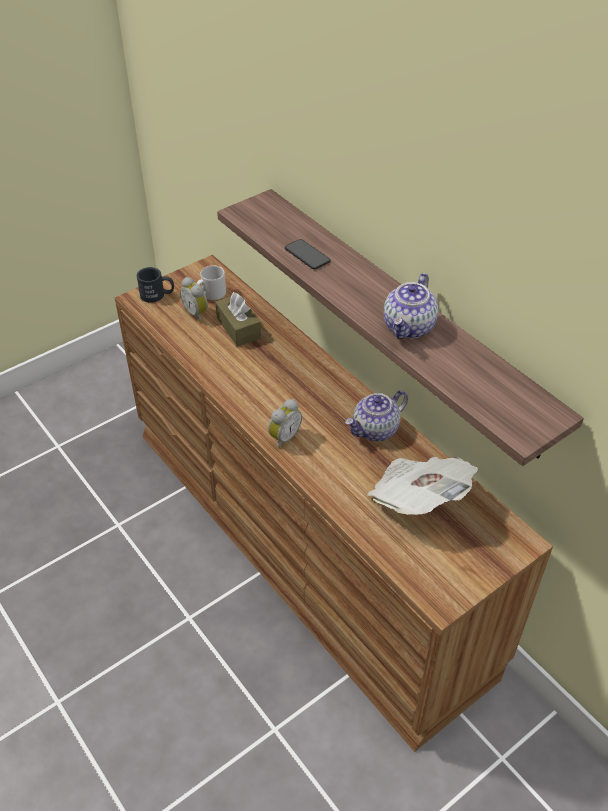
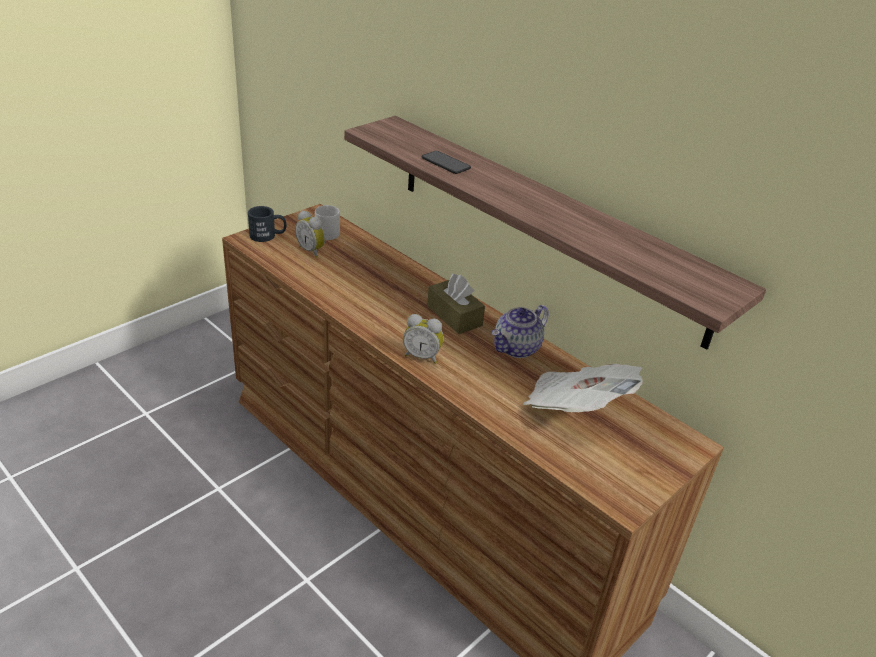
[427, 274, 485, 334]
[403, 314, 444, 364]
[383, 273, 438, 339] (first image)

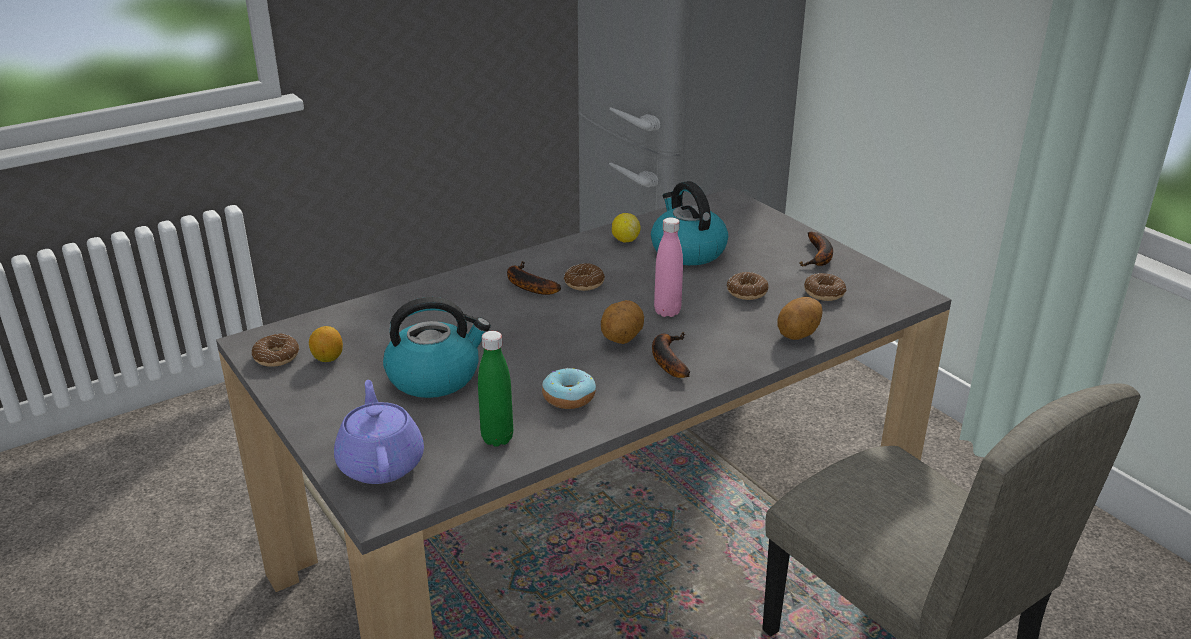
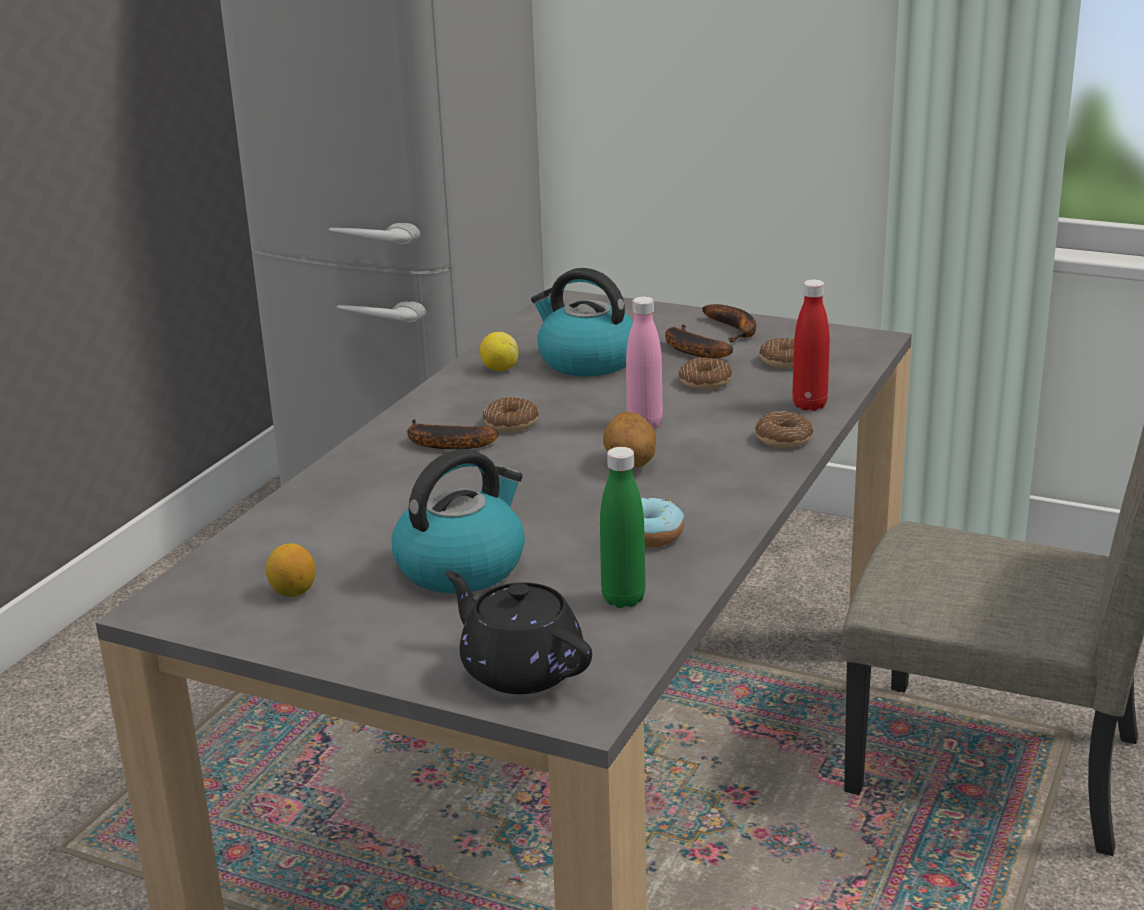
[755, 411, 814, 448]
[445, 571, 592, 694]
[665, 324, 733, 359]
[792, 279, 830, 411]

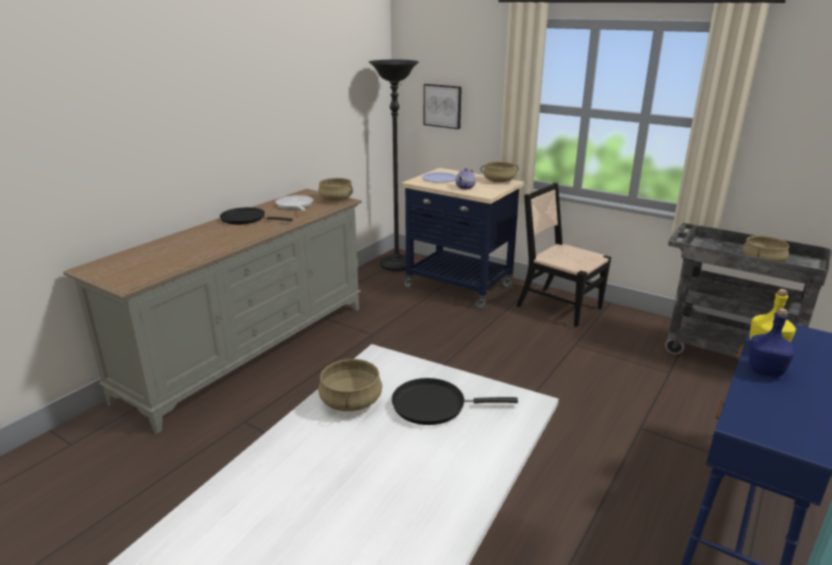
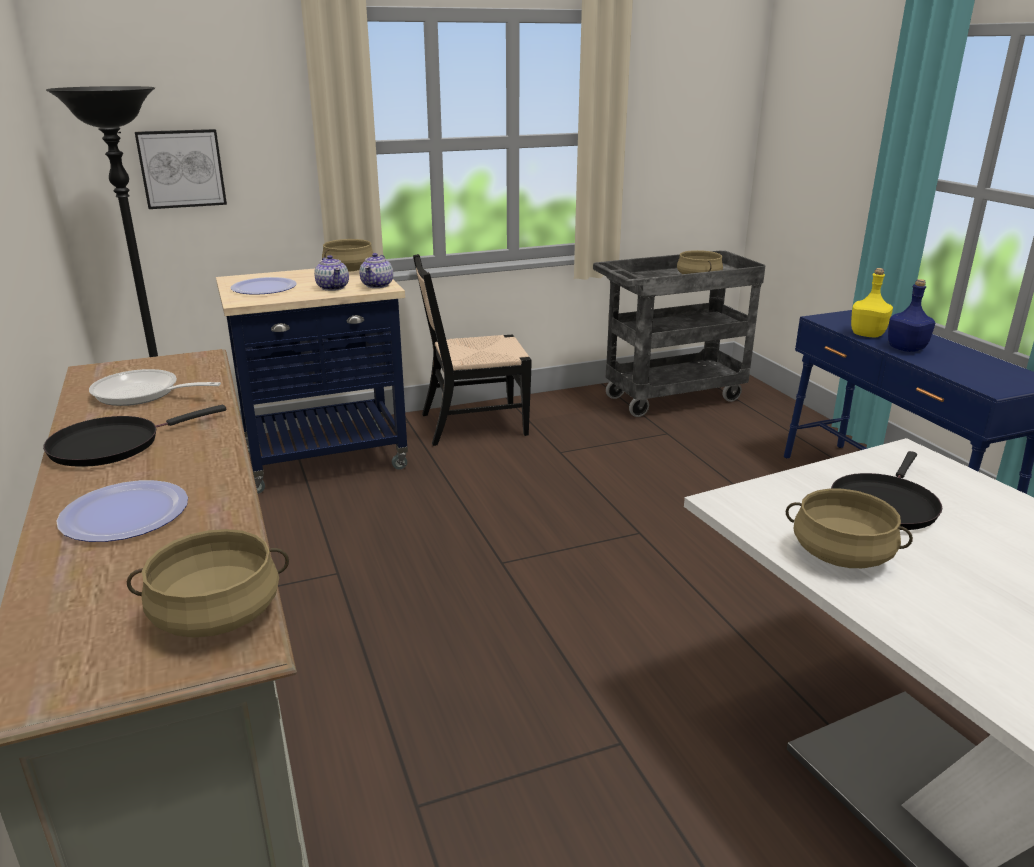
[127, 529, 289, 638]
[56, 480, 188, 542]
[359, 253, 393, 288]

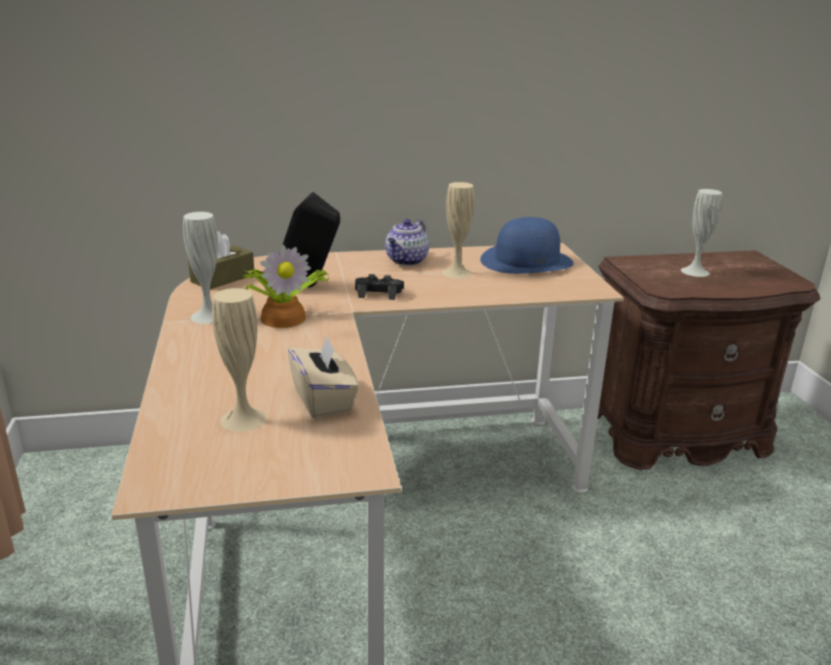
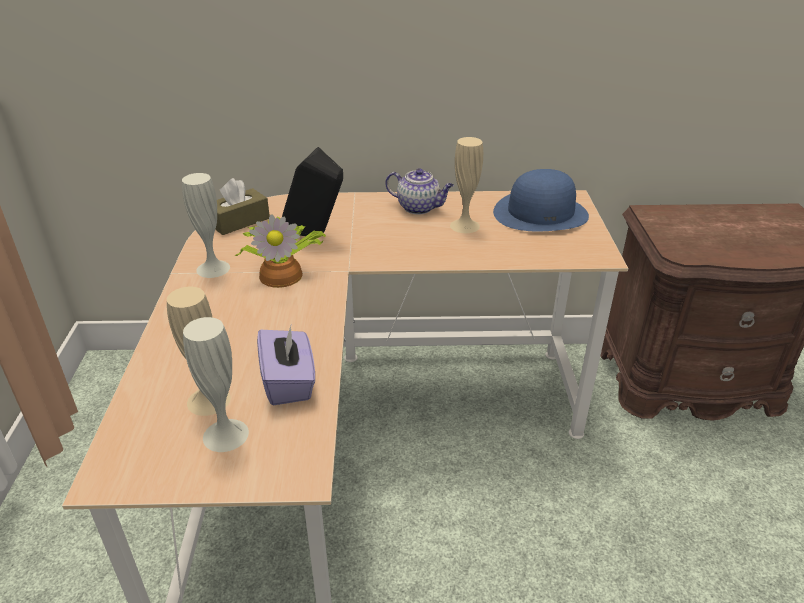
[257, 323, 315, 405]
[355, 274, 404, 300] (first image)
[385, 168, 454, 215]
[183, 317, 249, 452]

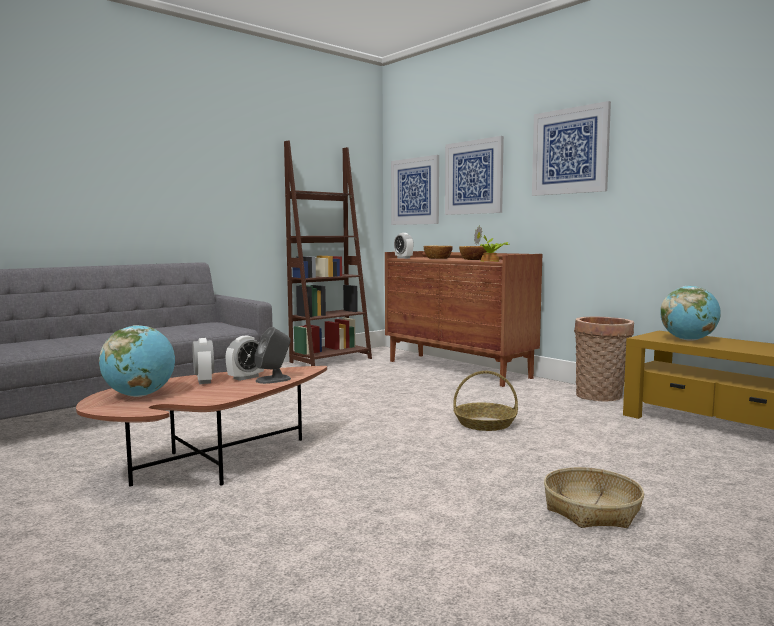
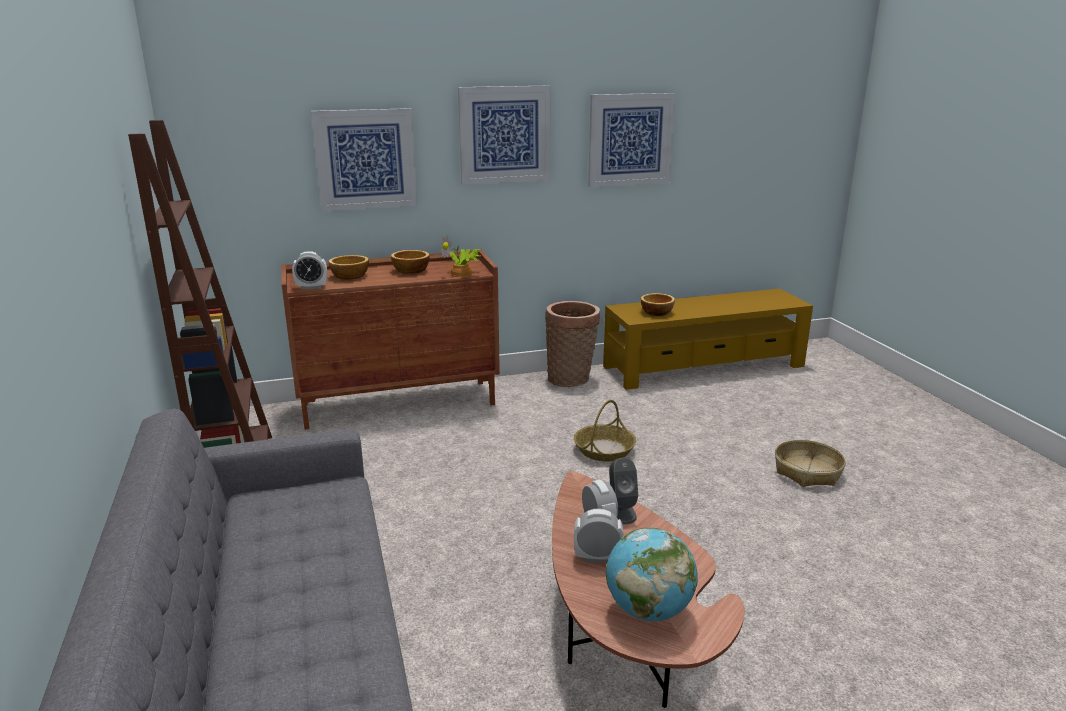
[588, 93, 676, 187]
[641, 293, 675, 316]

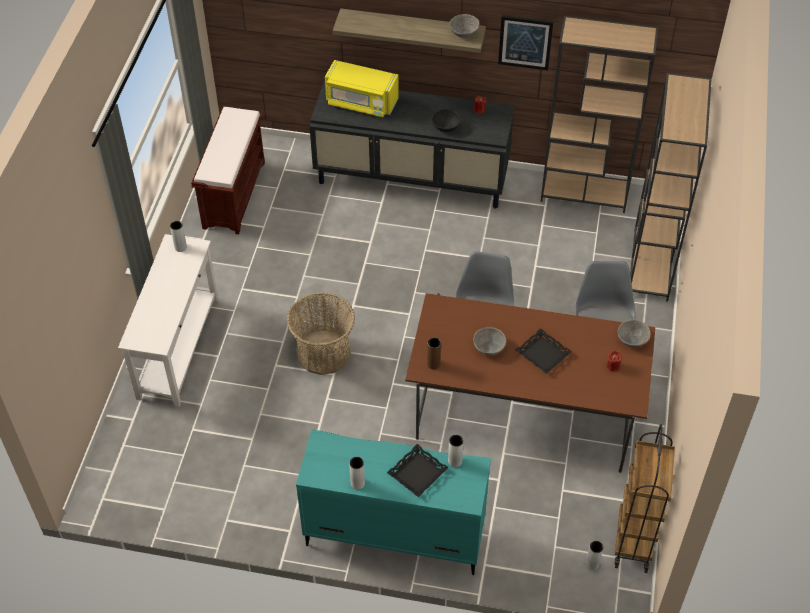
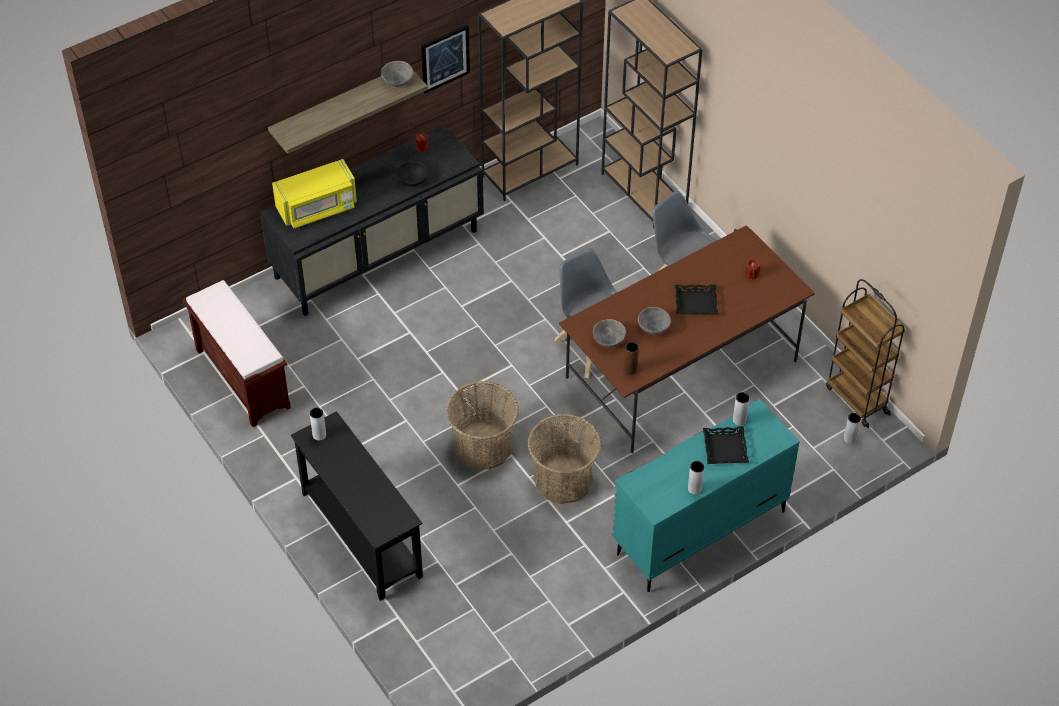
[291, 411, 423, 601]
[593, 319, 626, 348]
[528, 414, 601, 504]

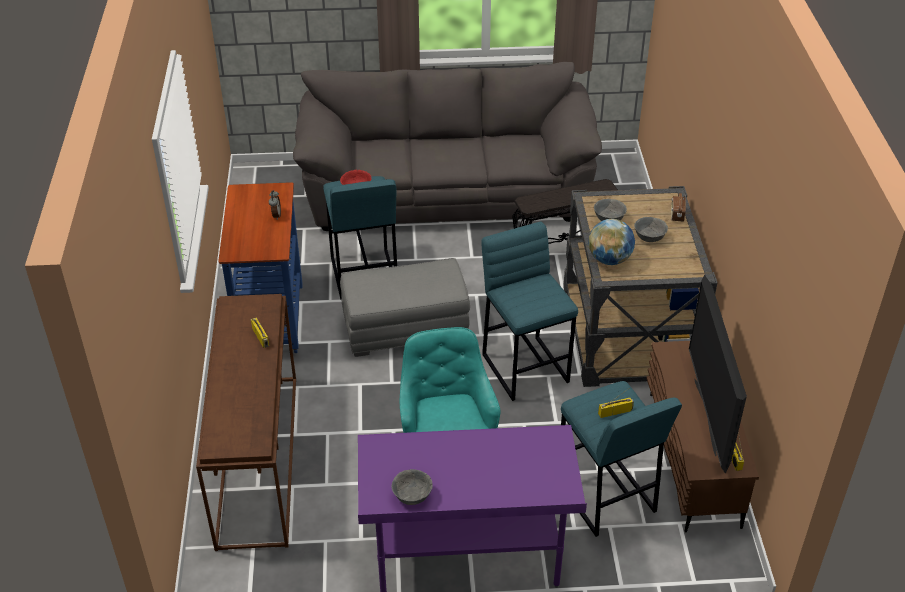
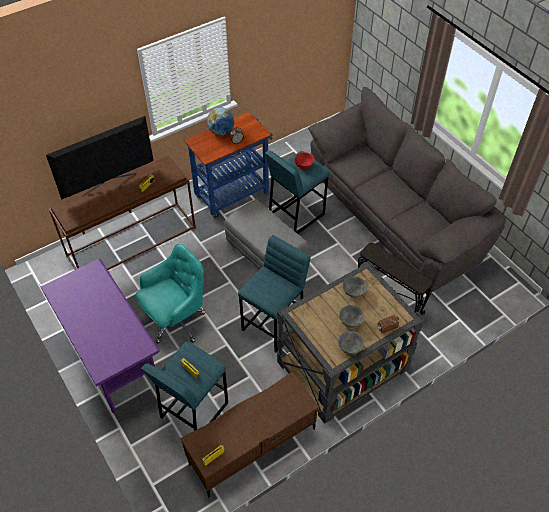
[338, 331, 364, 354]
[207, 107, 234, 135]
[46, 116, 154, 200]

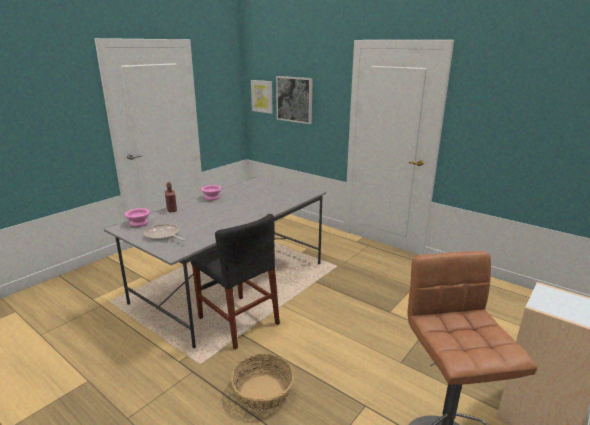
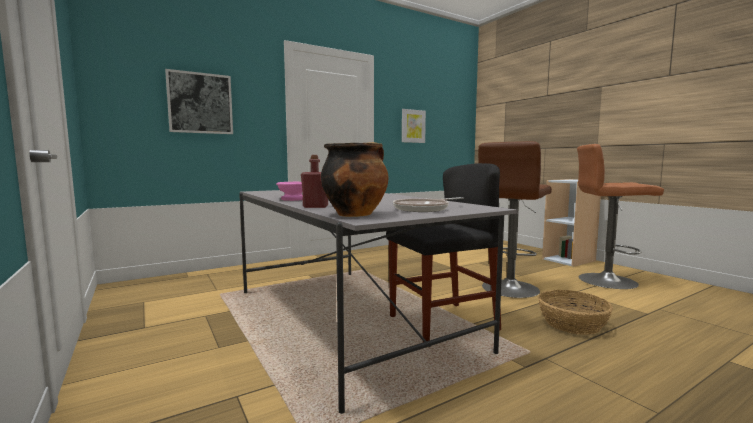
[321, 142, 388, 217]
[402, 109, 426, 143]
[478, 141, 552, 298]

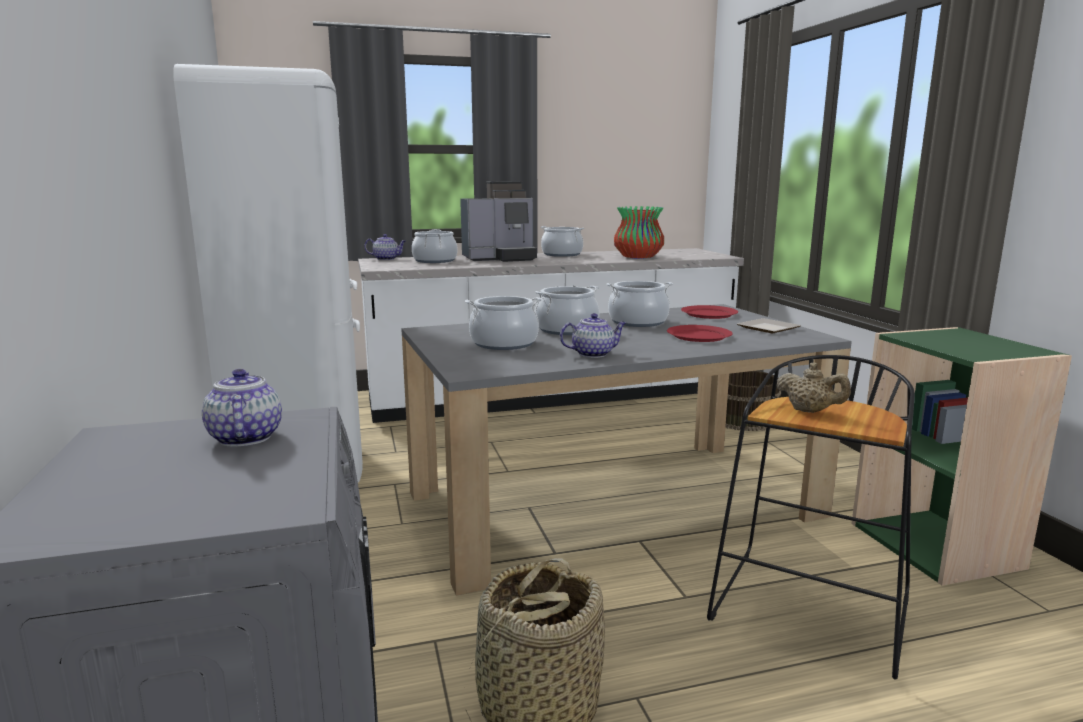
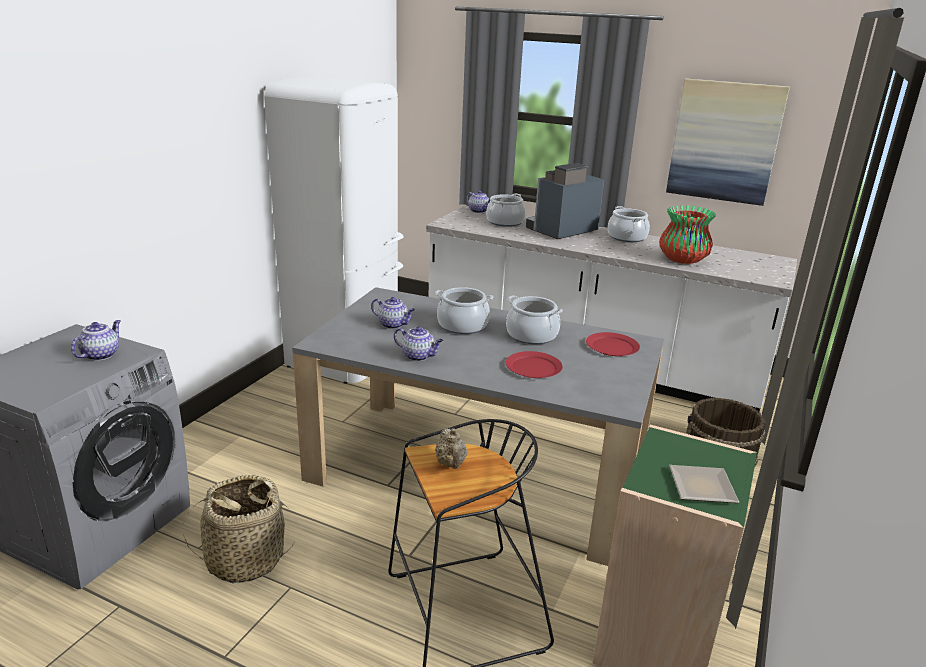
[526, 163, 604, 239]
[371, 297, 415, 329]
[669, 465, 739, 503]
[666, 79, 790, 206]

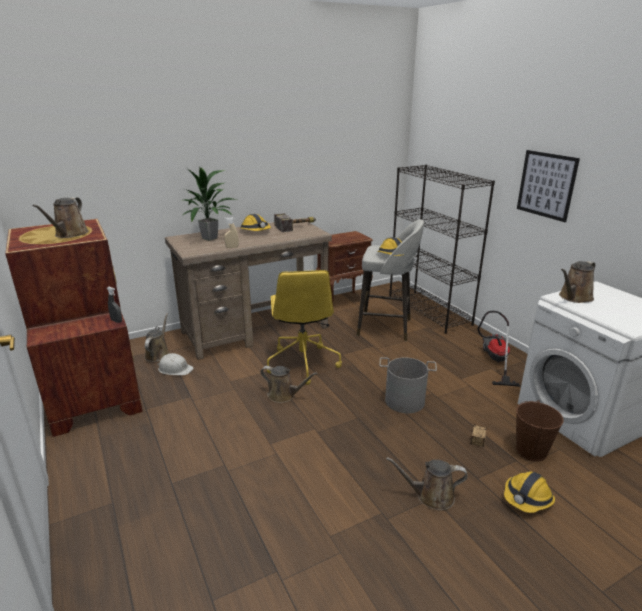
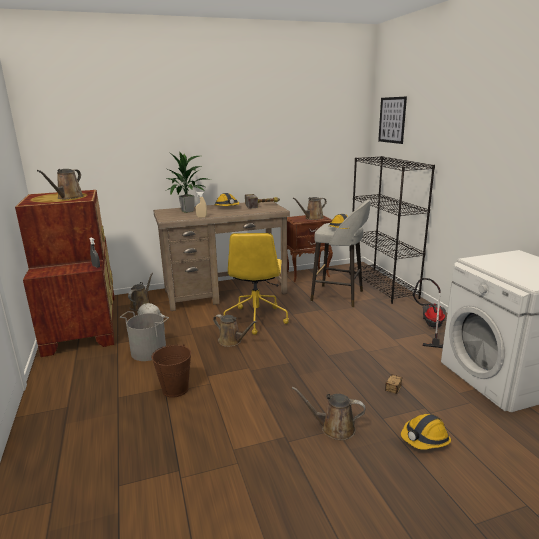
[120, 311, 169, 361]
[151, 344, 191, 398]
[378, 96, 407, 144]
[293, 197, 327, 220]

